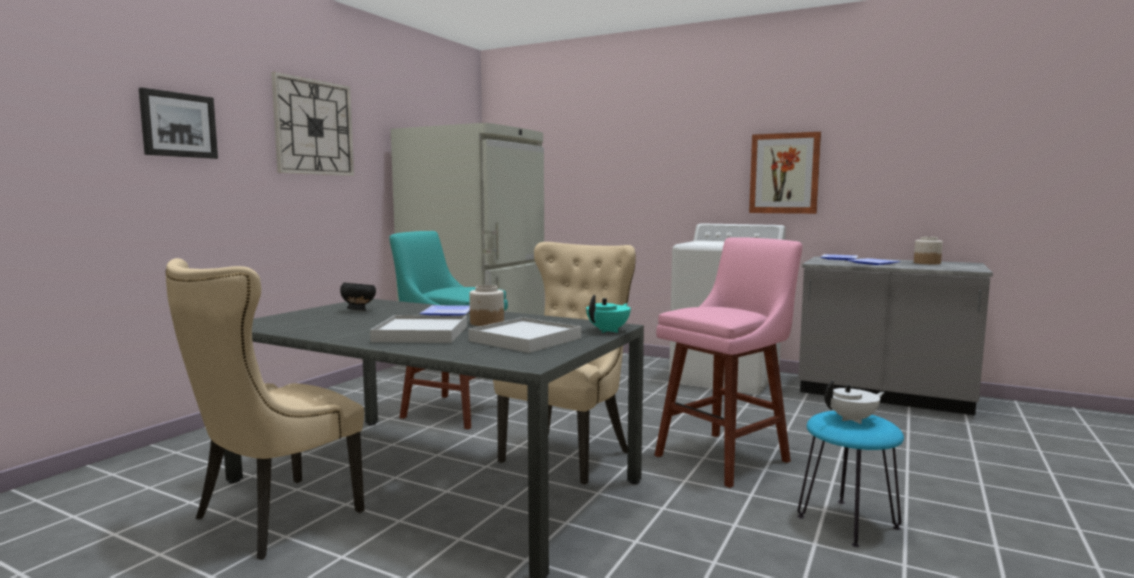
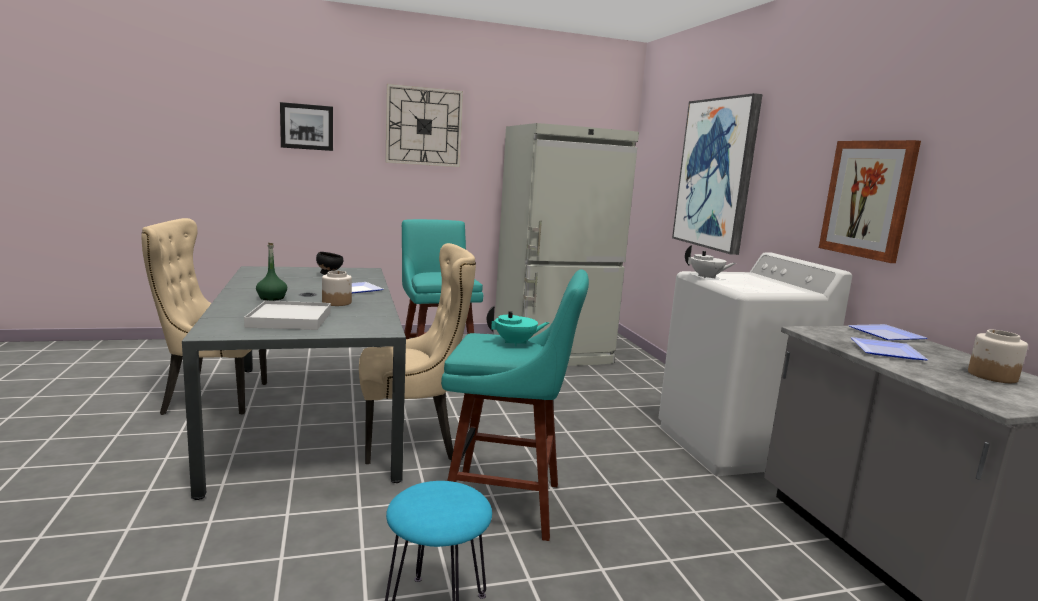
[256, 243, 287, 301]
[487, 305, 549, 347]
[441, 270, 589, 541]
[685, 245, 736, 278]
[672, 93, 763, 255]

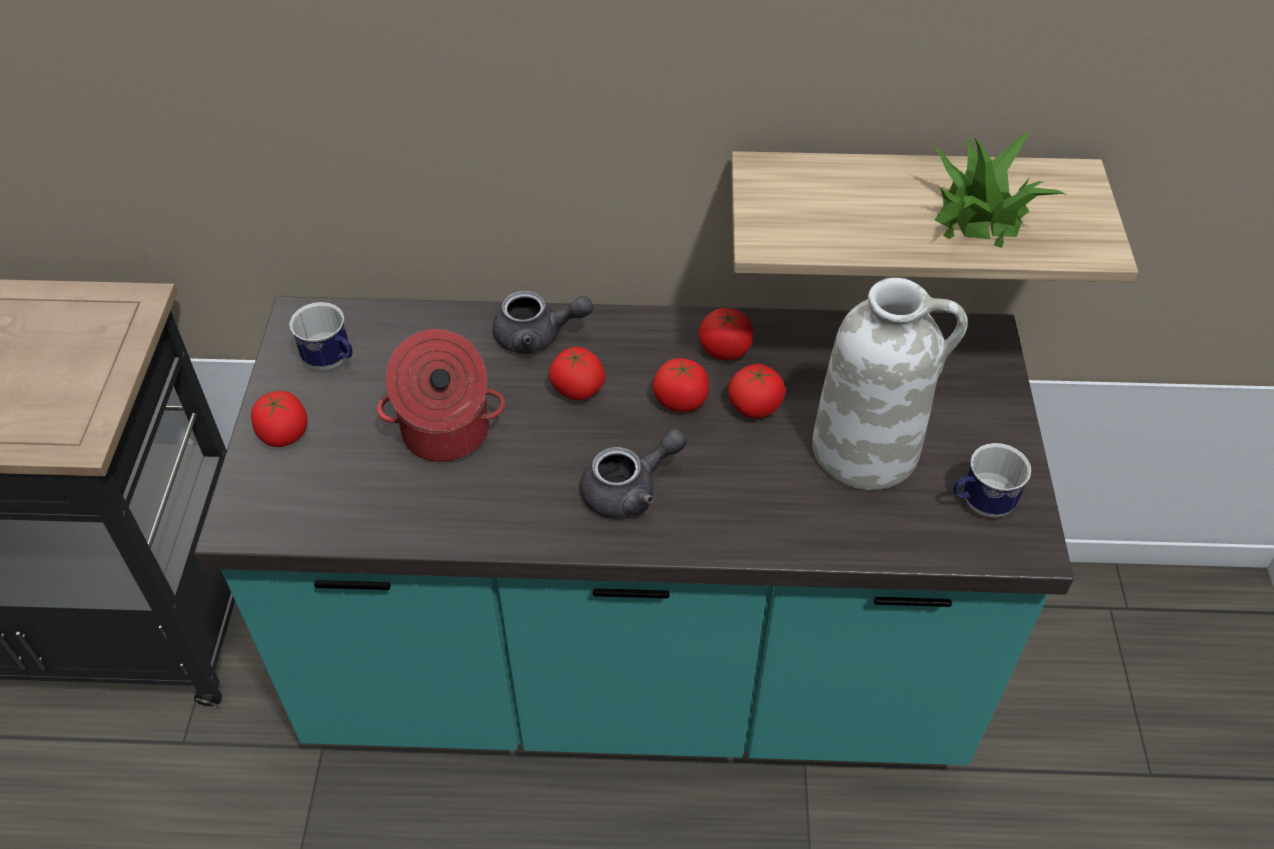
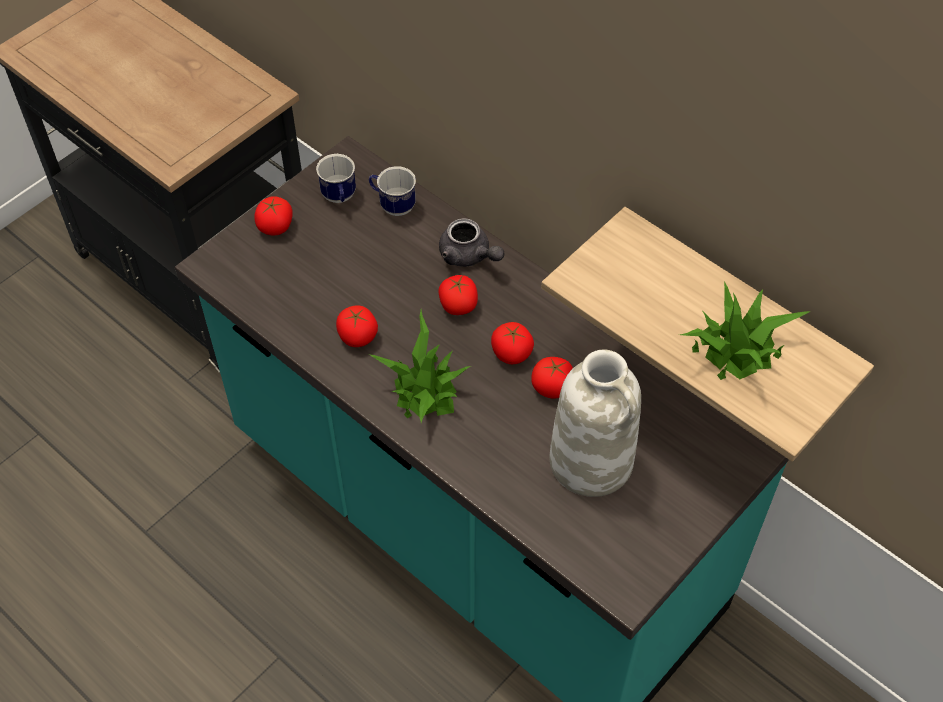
[377, 329, 506, 462] (first image)
[368, 310, 471, 423]
[336, 305, 378, 347]
[369, 166, 416, 216]

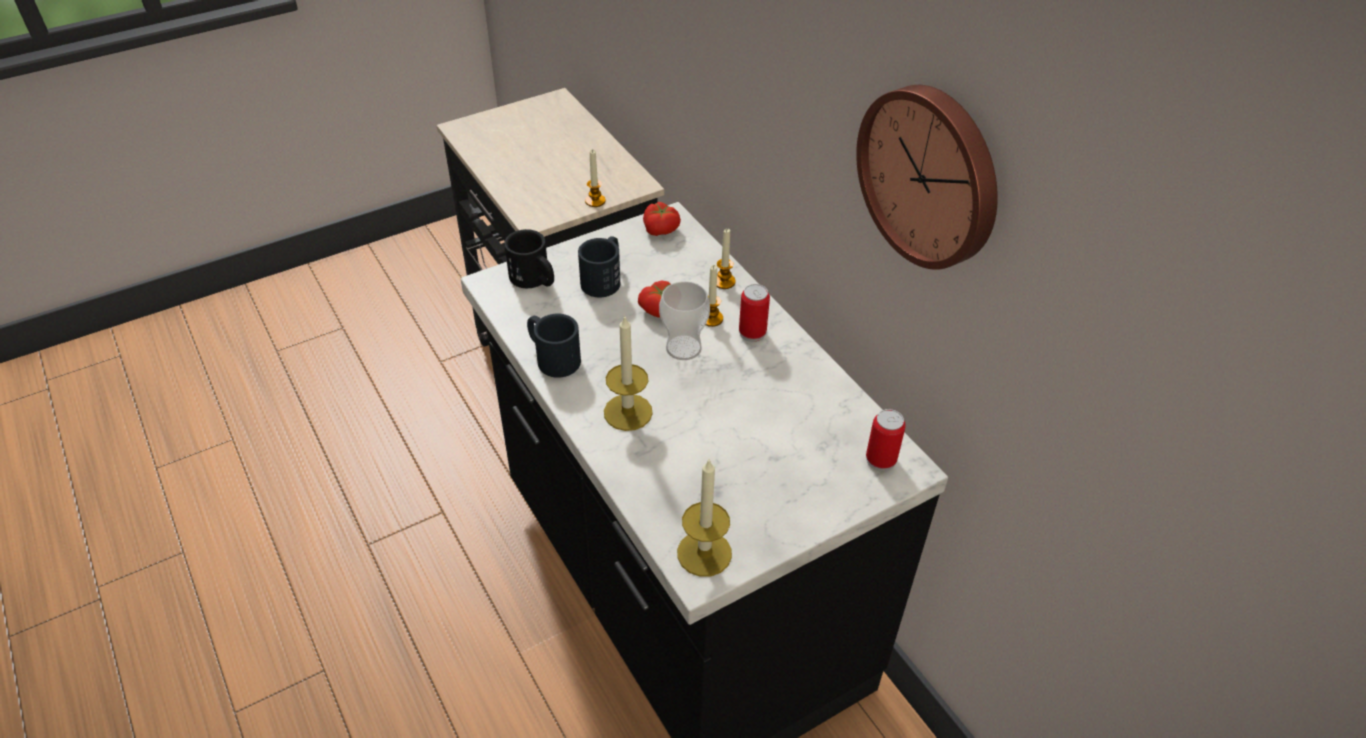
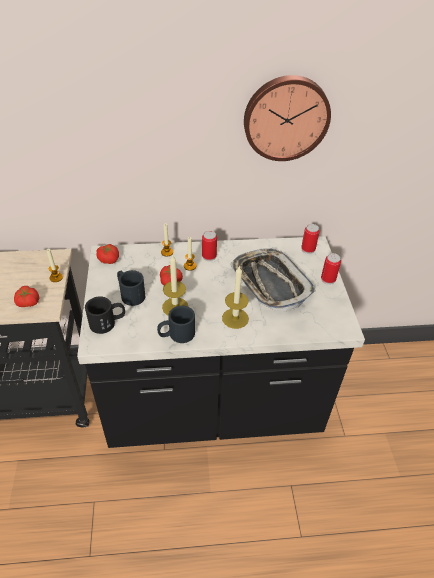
[659, 281, 710, 360] (first image)
[162, 254, 188, 315]
[14, 286, 39, 307]
[230, 249, 316, 311]
[321, 253, 341, 285]

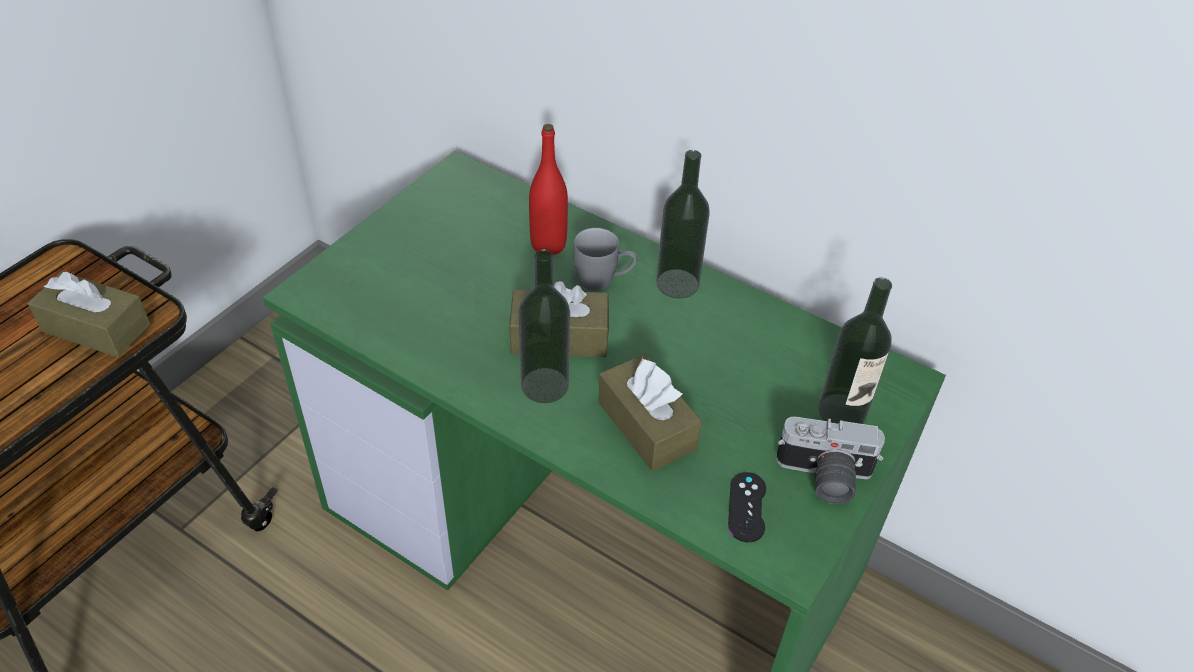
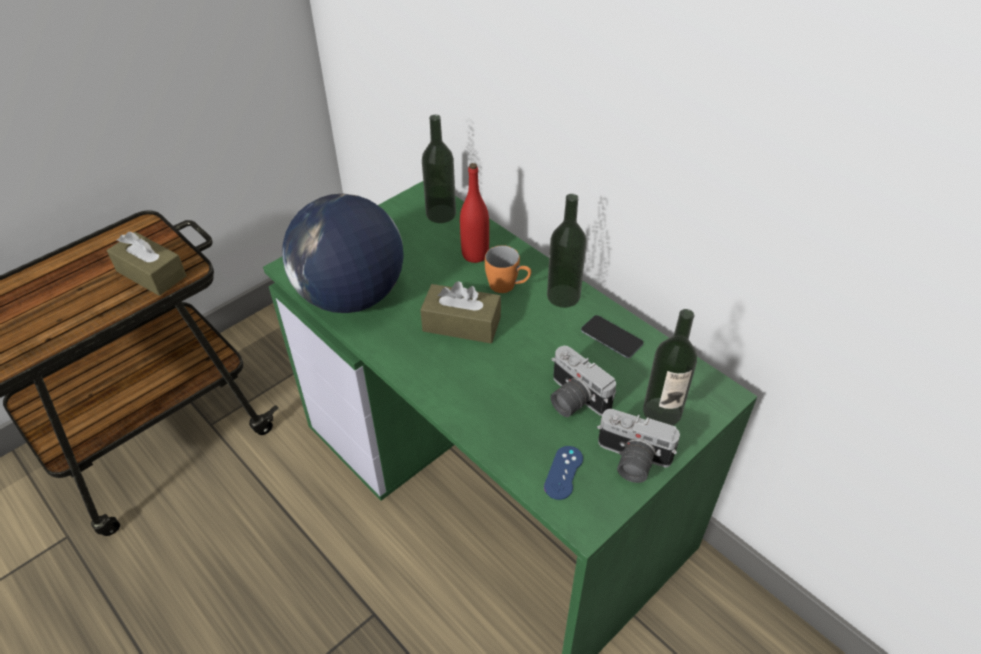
[422, 115, 456, 223]
[485, 245, 531, 293]
[598, 354, 702, 471] (first image)
[544, 446, 583, 500]
[282, 194, 404, 313]
[550, 346, 616, 417]
[581, 315, 643, 358]

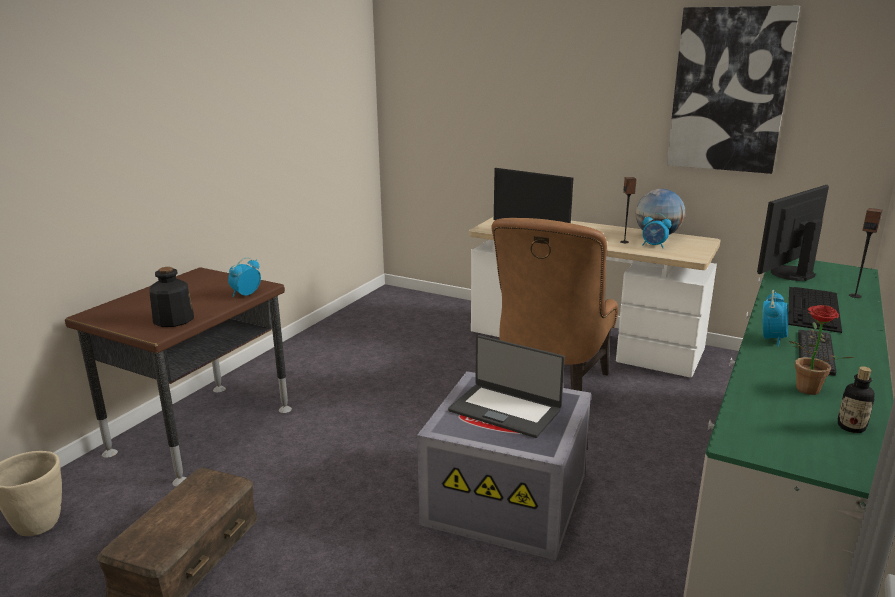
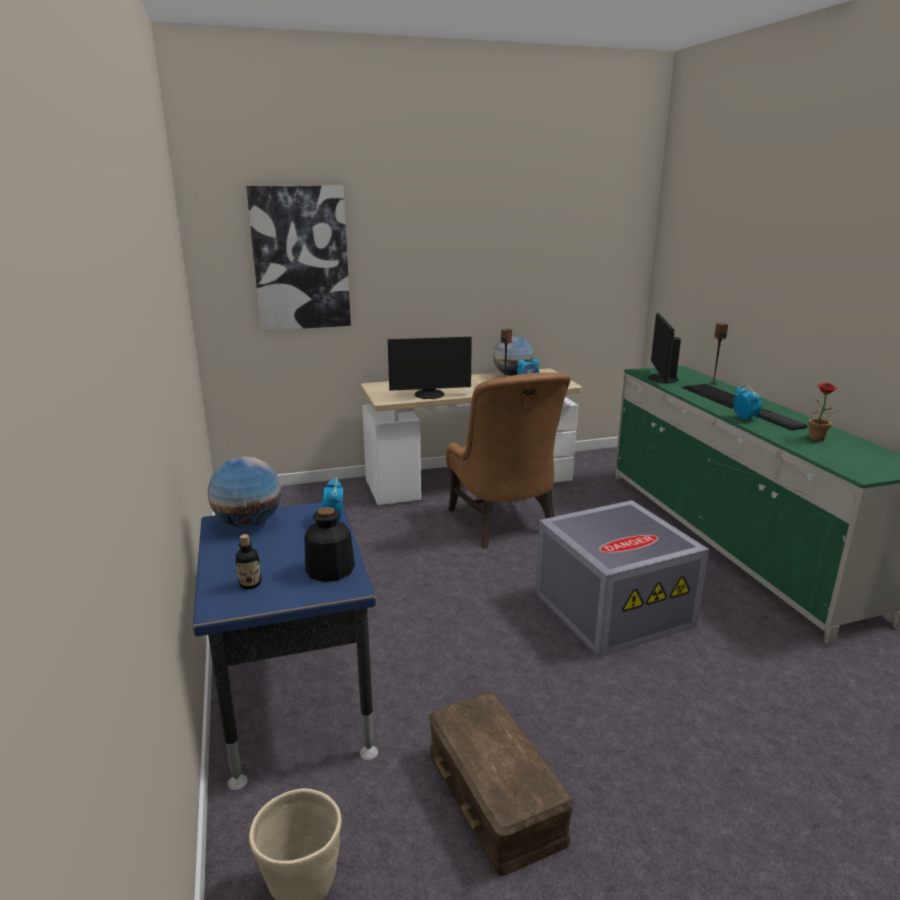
[193, 502, 378, 790]
[448, 335, 565, 438] (first image)
[246, 186, 351, 331]
[235, 534, 261, 589]
[208, 457, 281, 528]

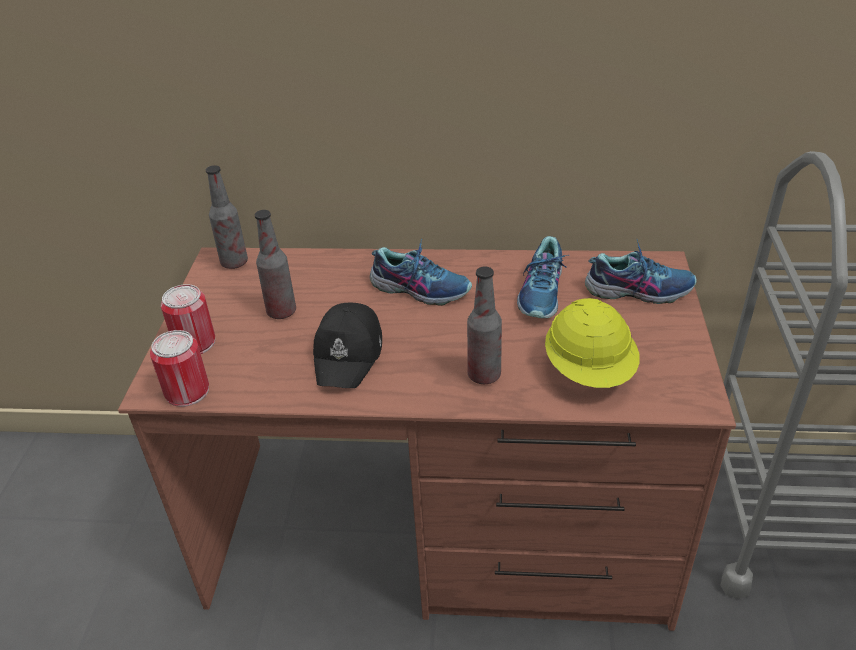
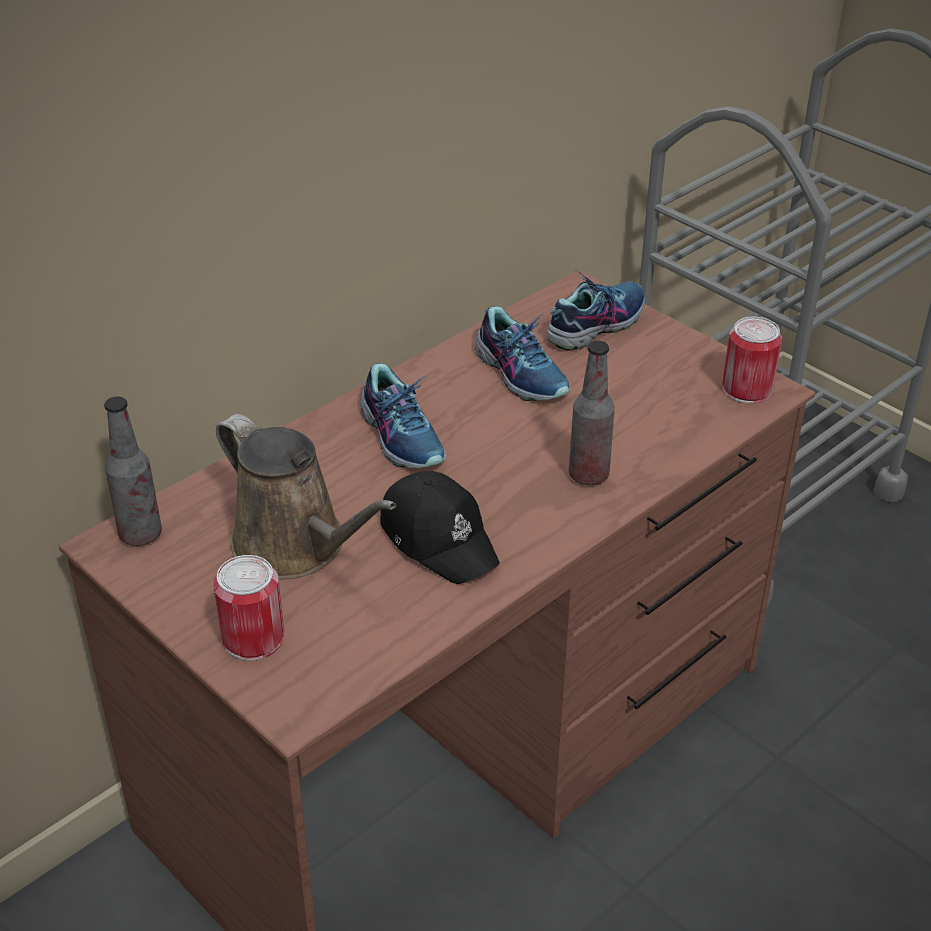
[722, 317, 782, 404]
[216, 414, 396, 580]
[360, 363, 446, 468]
[545, 298, 640, 388] (first image)

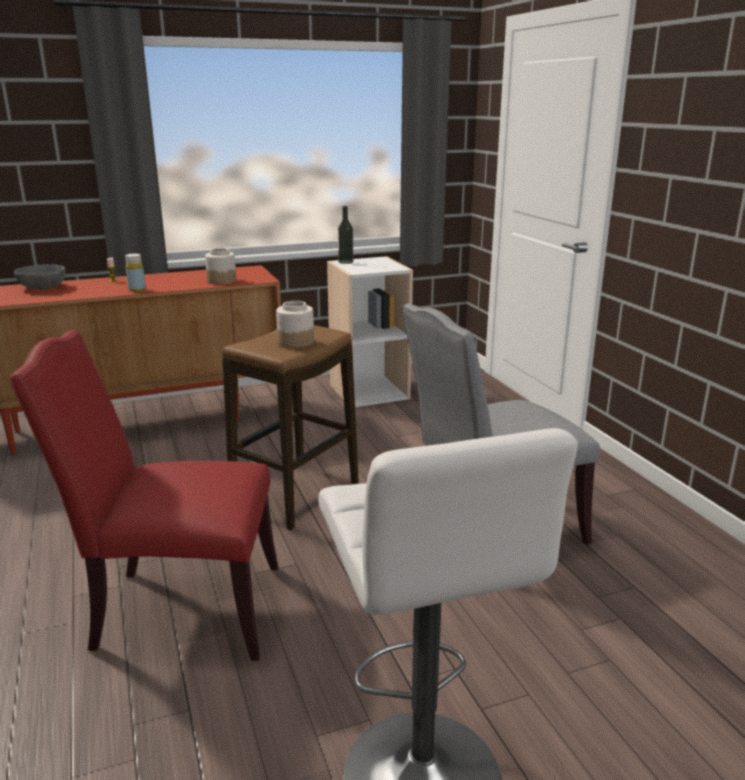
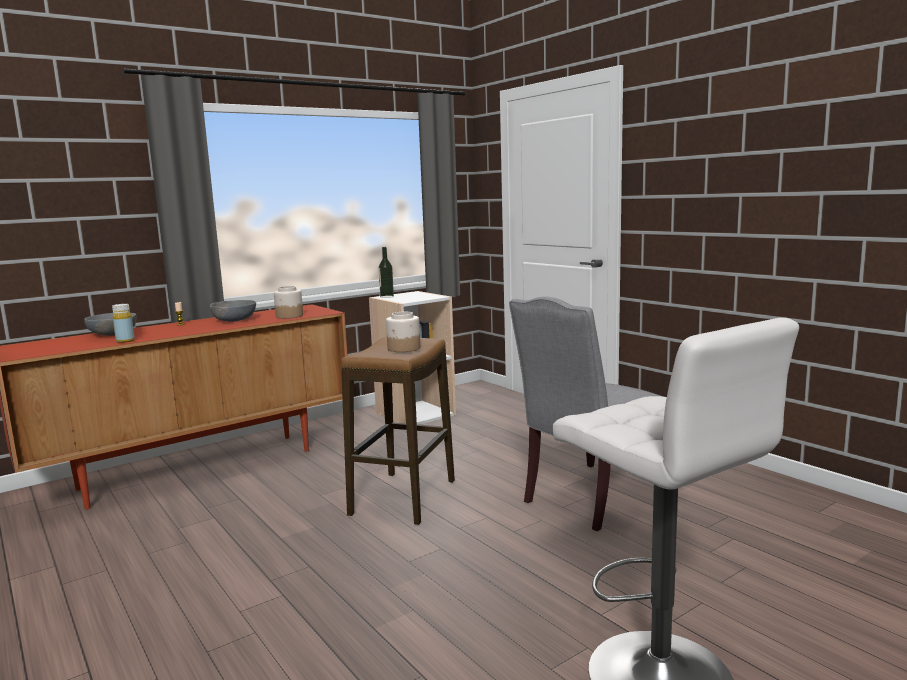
[10, 330, 278, 661] (first image)
[112, 304, 135, 343]
[210, 300, 256, 322]

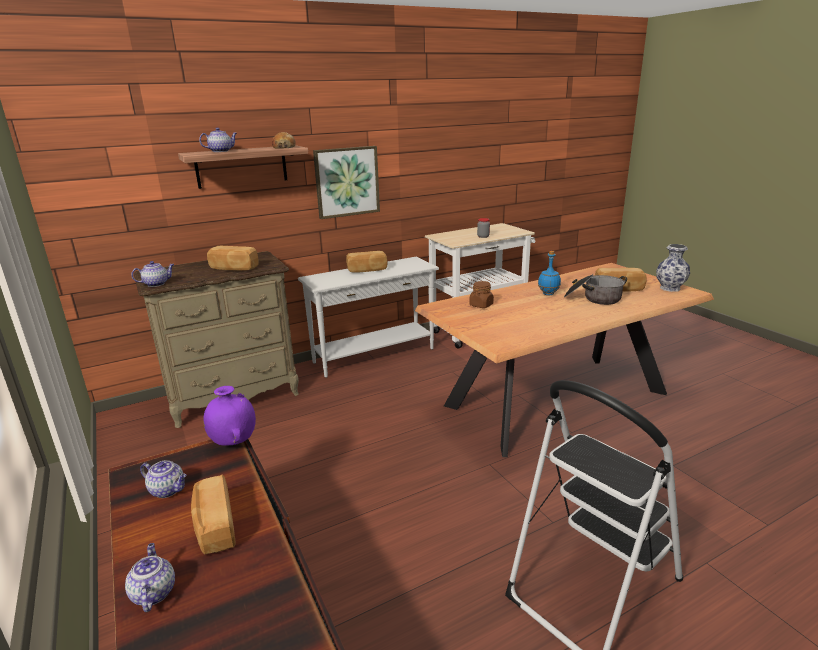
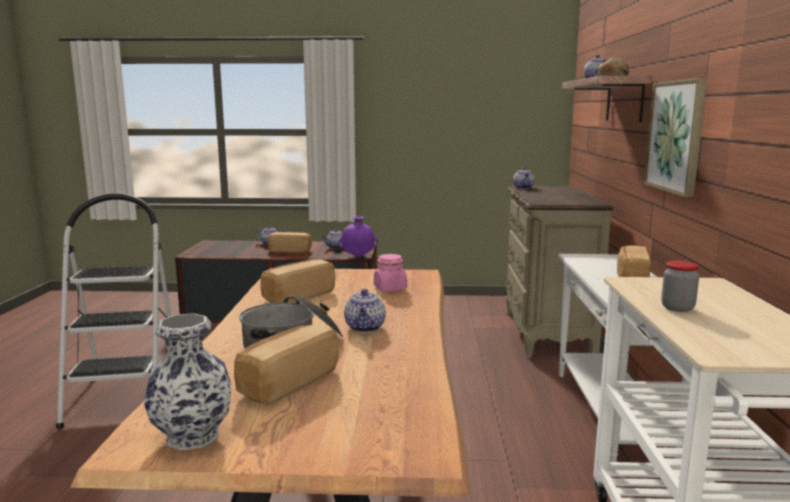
[260, 260, 336, 303]
[374, 254, 407, 291]
[344, 289, 386, 333]

